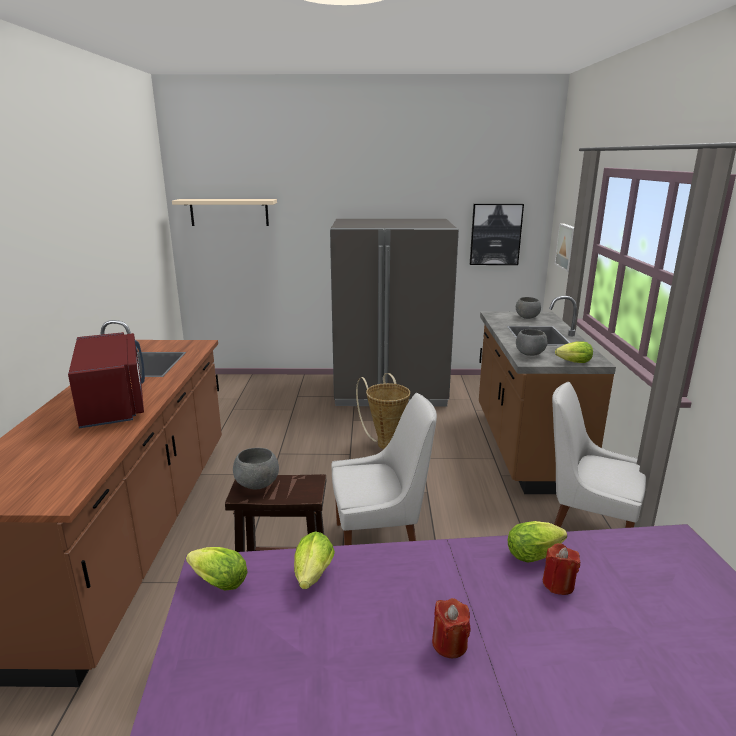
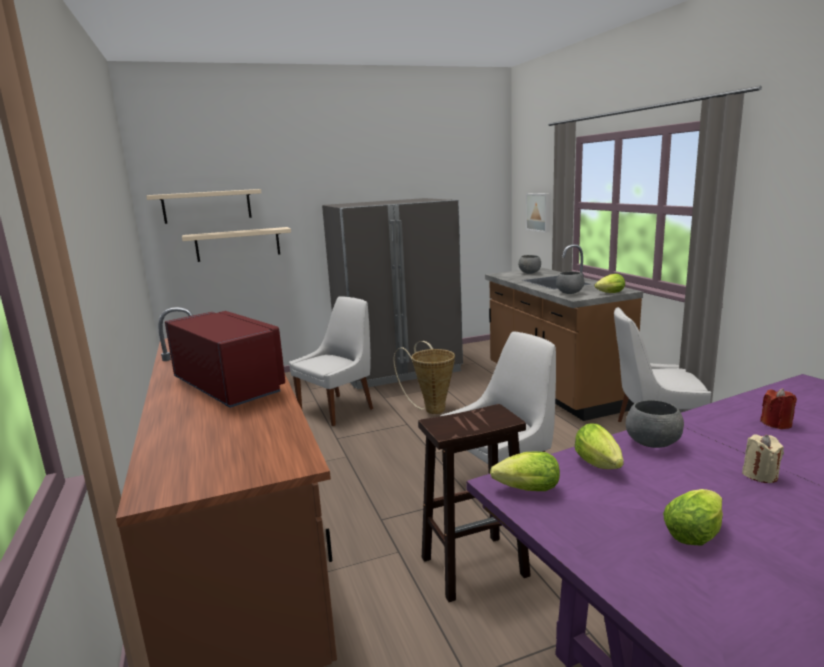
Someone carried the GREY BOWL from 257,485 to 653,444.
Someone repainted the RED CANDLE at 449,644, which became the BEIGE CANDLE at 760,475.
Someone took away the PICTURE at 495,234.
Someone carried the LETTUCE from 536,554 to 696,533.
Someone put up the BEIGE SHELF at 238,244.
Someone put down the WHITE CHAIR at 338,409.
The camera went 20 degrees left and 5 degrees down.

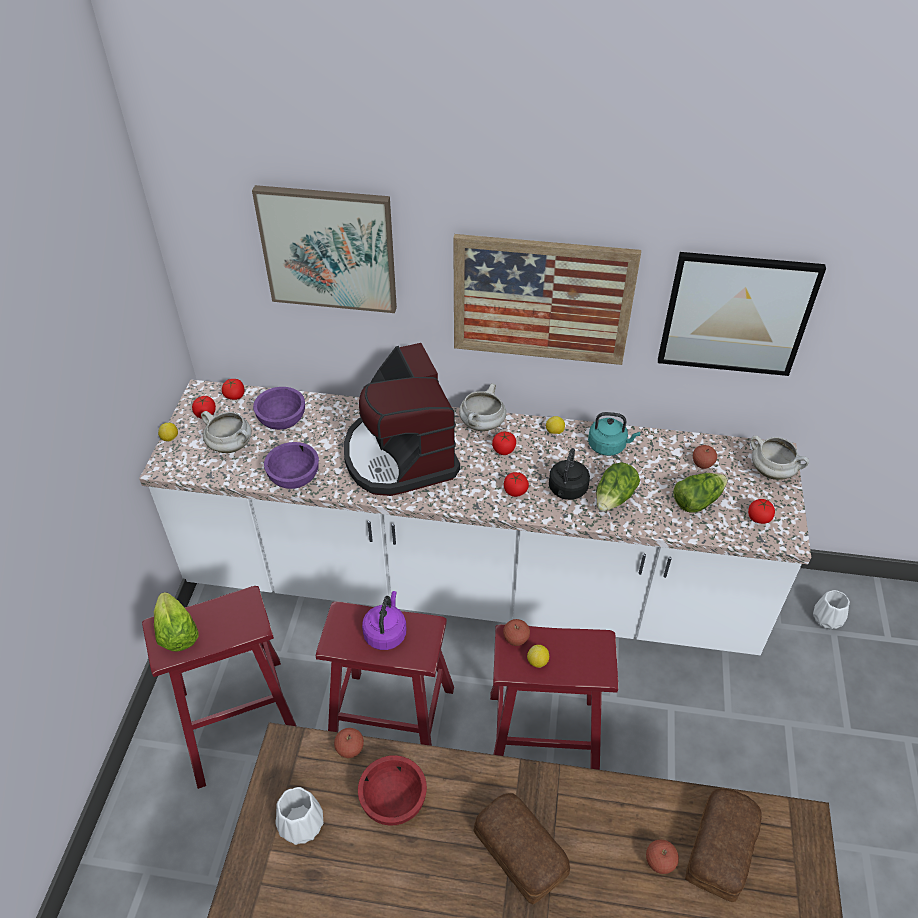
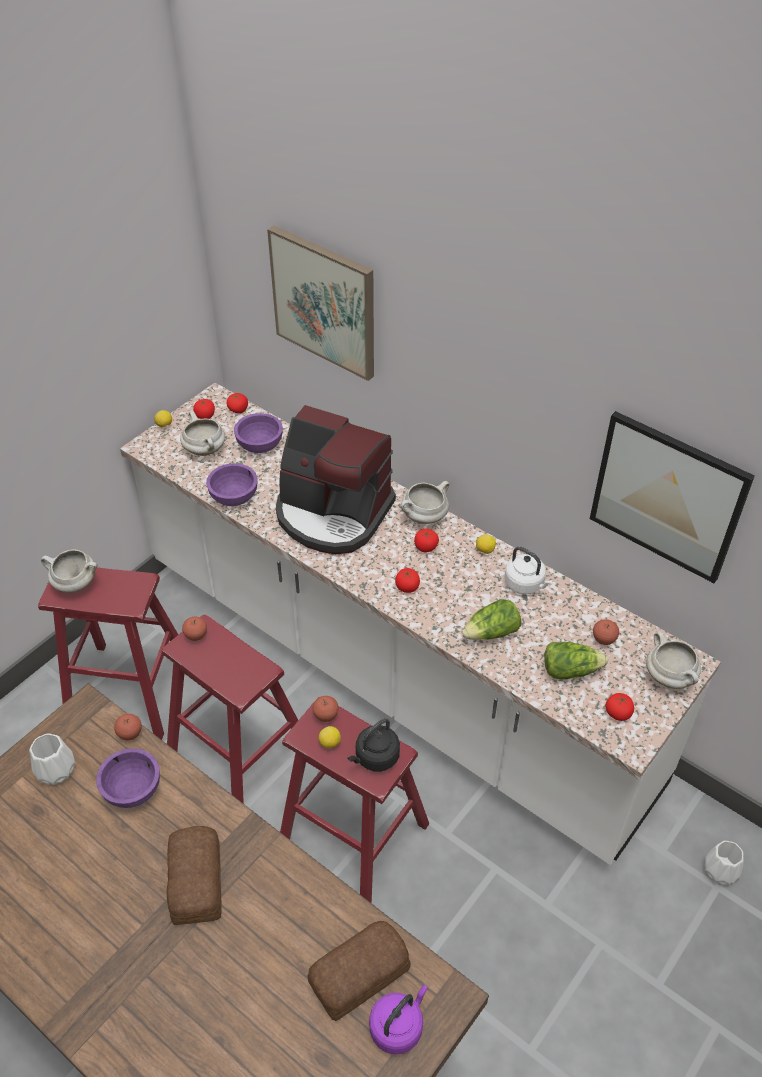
Someone swapped the LETTUCE at 177,633 for the WHITE COOKING POT at 74,584.
Someone rotated the COFFEE MACHINE at 400,455 by 75 degrees counterclockwise.
Someone repainted the RED BOWL at 394,800, which became the PURPLE BOWL at 133,789.
Someone carried the PURPLE KETTLE from 386,632 to 398,1026.
Someone took away the PICTURE at 542,300.
Someone carried the BLACK KETTLE from 567,490 to 375,758.
Someone repainted the TURQUOISE KETTLE at 609,446, which became the WHITE KETTLE at 526,584.
Someone carried the APPLE from 659,862 to 196,636.
The camera went 30 degrees right and 0 degrees up.

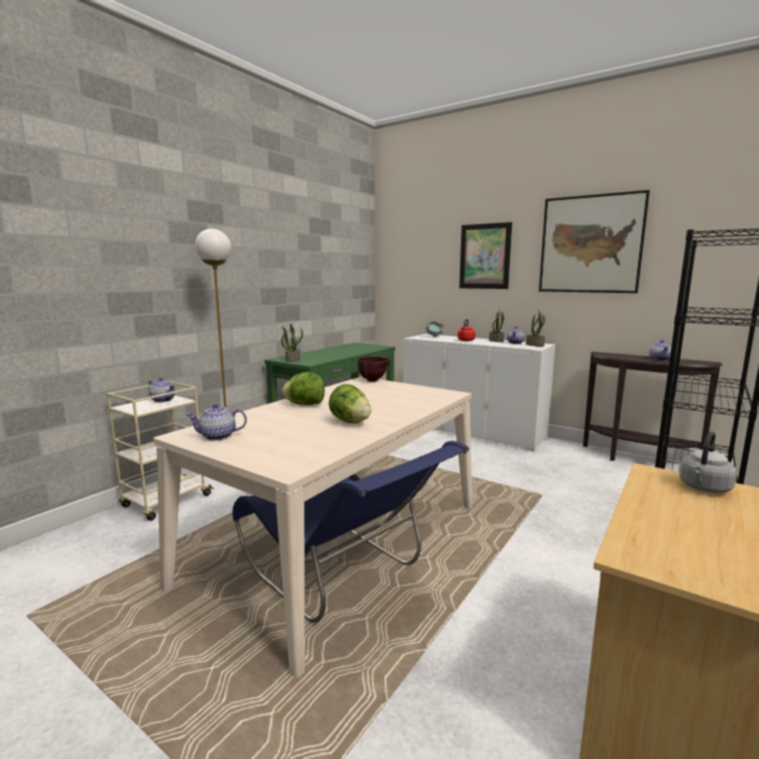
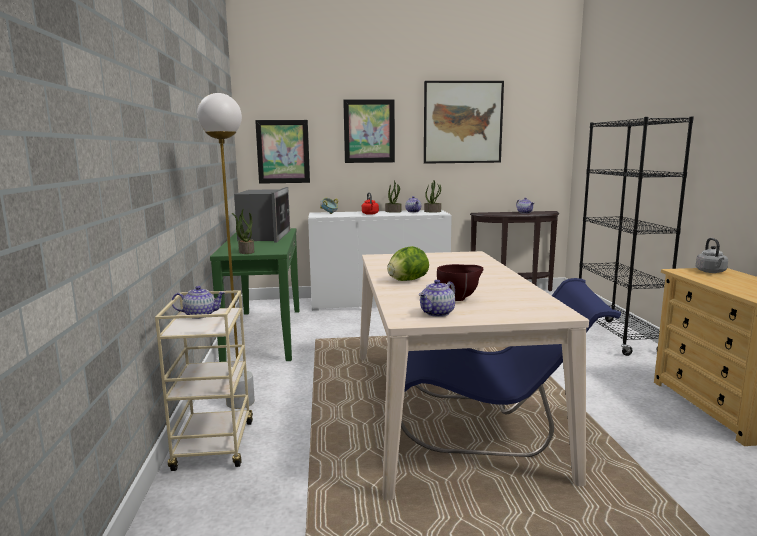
Someone took away the LETTUCE at 350,422.
Someone carried the BROWN BOWL from 373,380 to 459,299.
Someone put down the MICROWAVE at 265,236.
Someone put up the PICTURE at 283,151.
The camera went 40 degrees left and 0 degrees up.

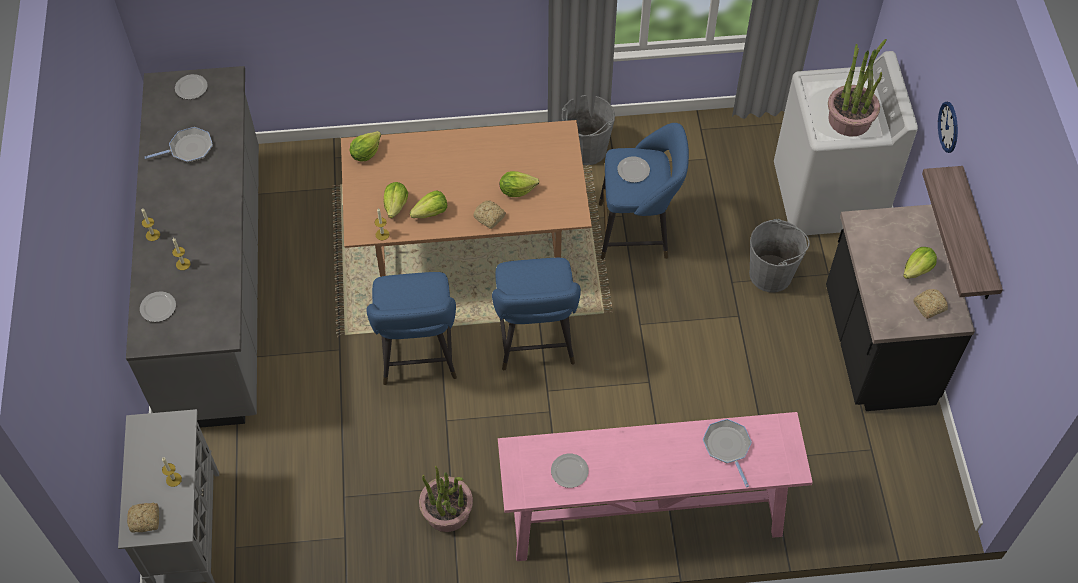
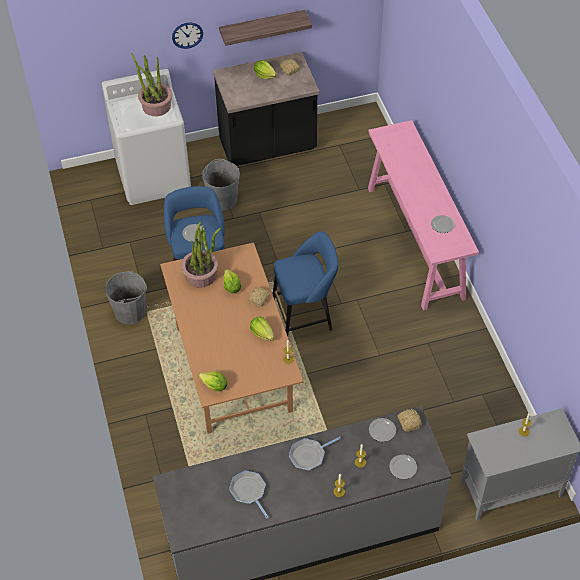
Someone carried the BREAD from 146,520 to 409,422.
Someone carried the PLATE from 191,88 to 382,430.
Someone took away the BLUE STOOL at 418,357.
Someone took away the LETTUCE at 396,206.
Someone carried the POTTED PLANT from 447,512 to 201,275.
Someone carried the FRYING PAN from 727,447 to 309,455.
The camera went 100 degrees left and 5 degrees down.

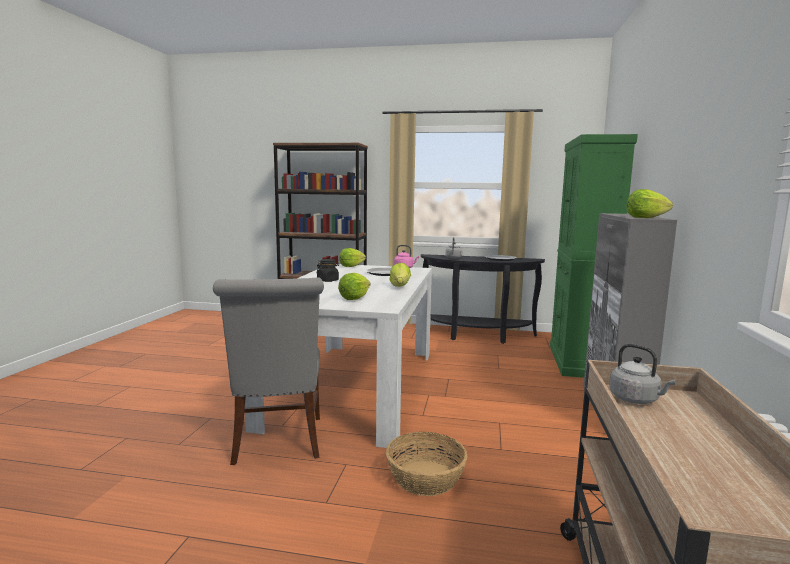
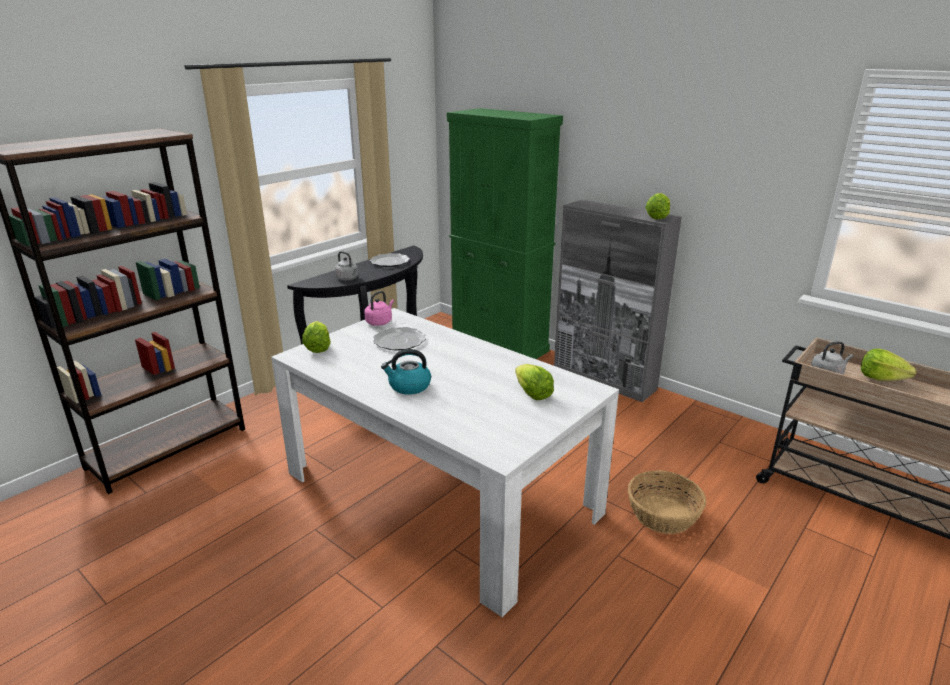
Someone took away the GREY CHAIR at 277,443.
Someone swapped the BLACK JAR at 328,280 for the KETTLE at 409,386.
Someone carried the LETTUCE from 400,286 to 881,378.
The camera went 60 degrees left and 15 degrees up.

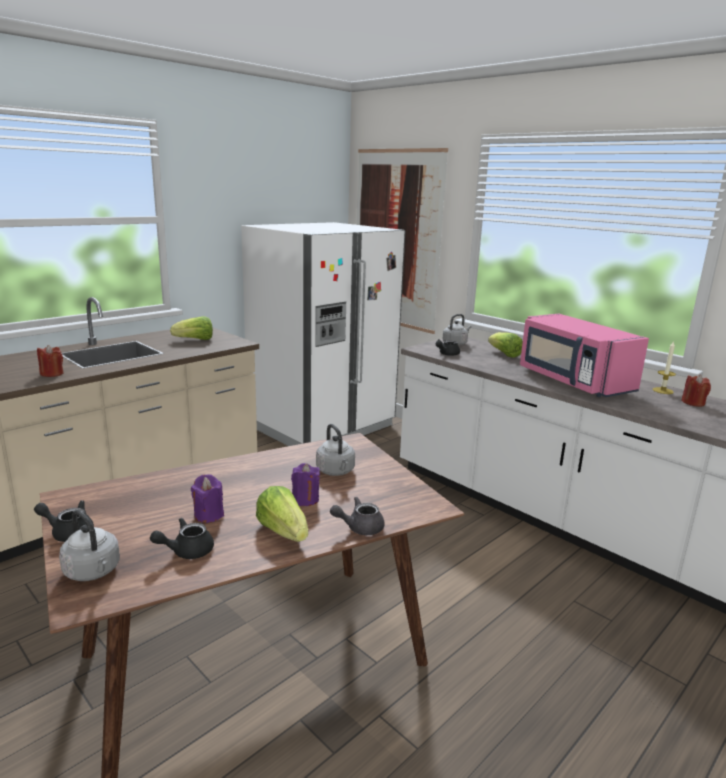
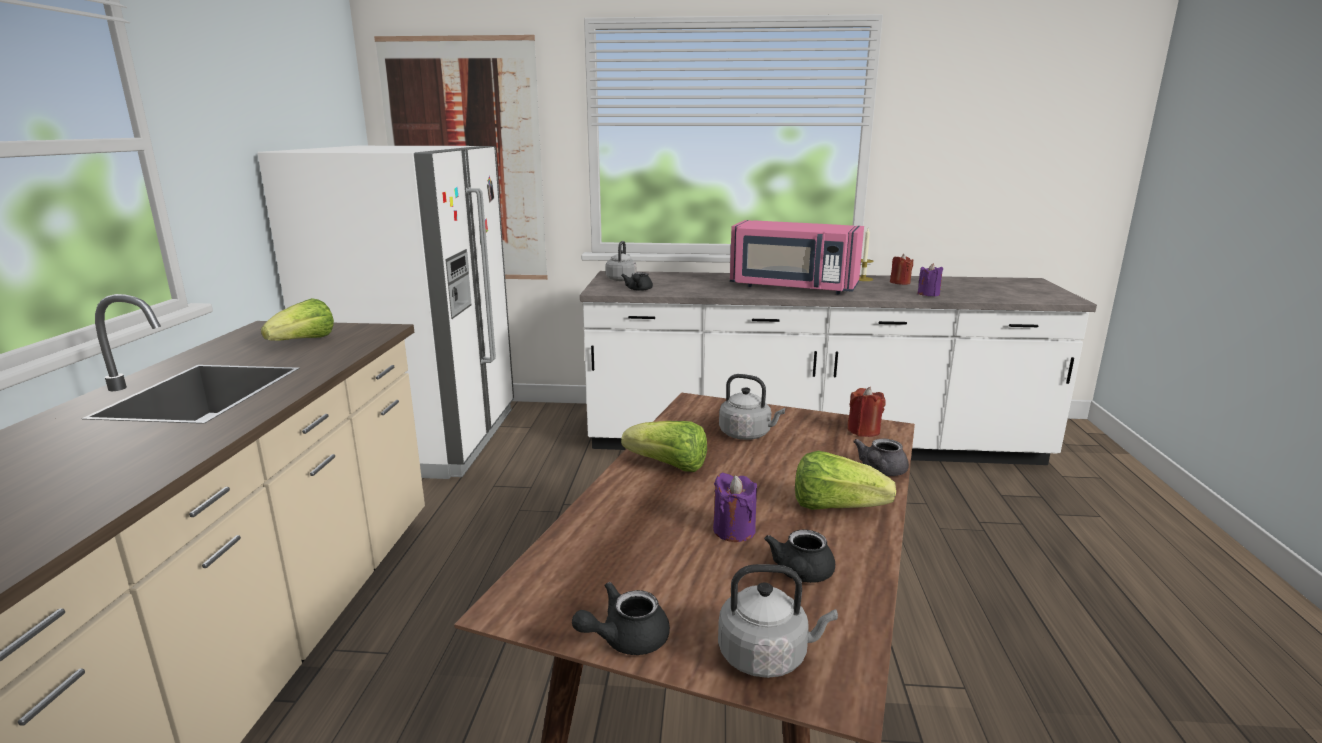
Someone carried the RED CANDLE from 52,374 to 863,431.
Someone carried the PURPLE CANDLE from 305,499 to 928,294.
Someone carried the LETTUCE from 504,354 to 668,466.
The camera went 40 degrees left and 0 degrees up.

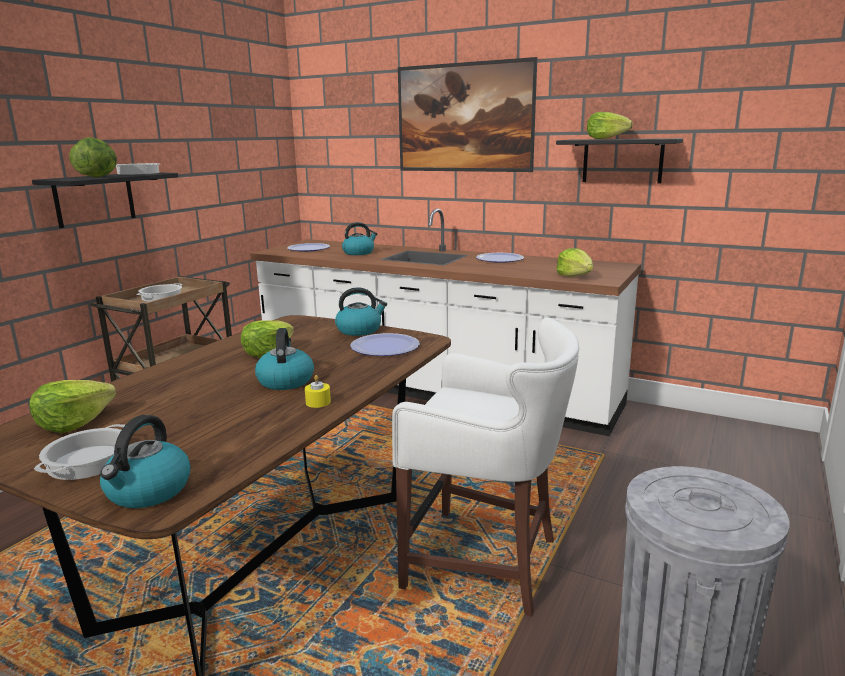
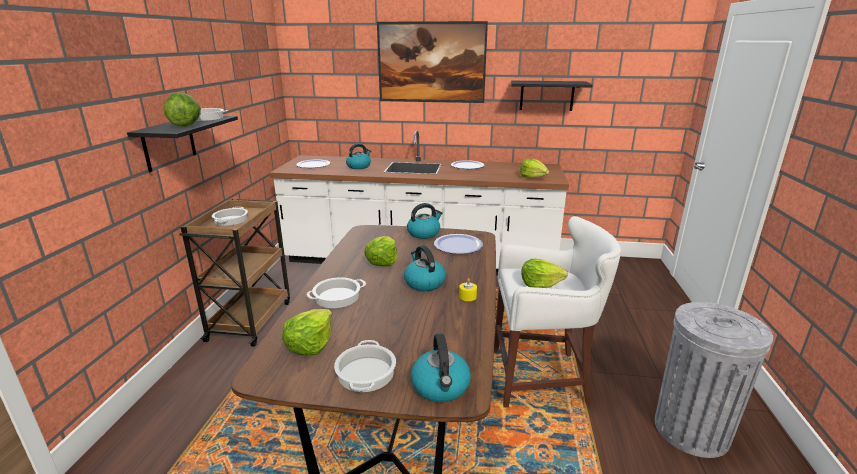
Someone carried the LETTUCE from 606,138 to 540,284.
Someone put down the COOKING POT at 337,297.
The camera went 20 degrees left and 5 degrees up.

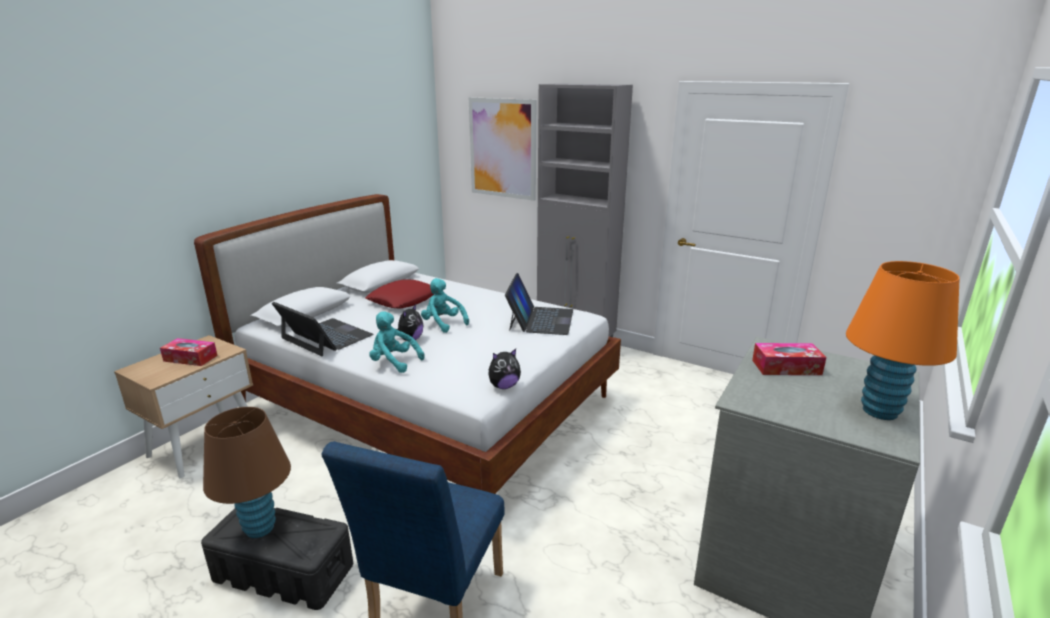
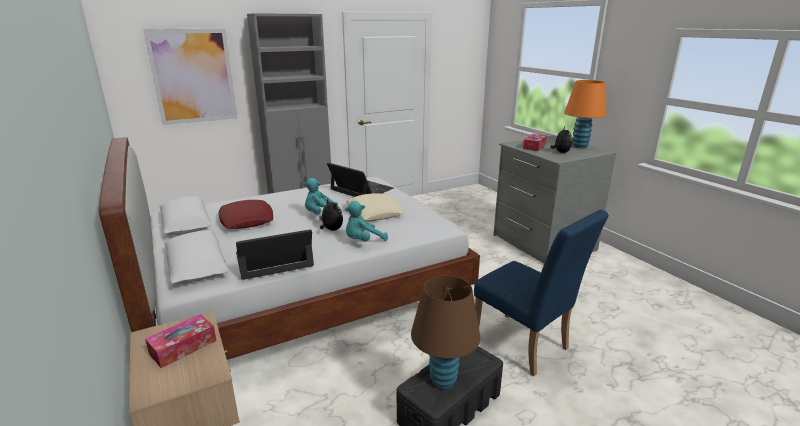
Someone carried the PLUSH TOY from 504,386 to 560,152.
Someone put down the BEIGE PILLOW at 374,212.
The camera went 60 degrees left and 0 degrees up.

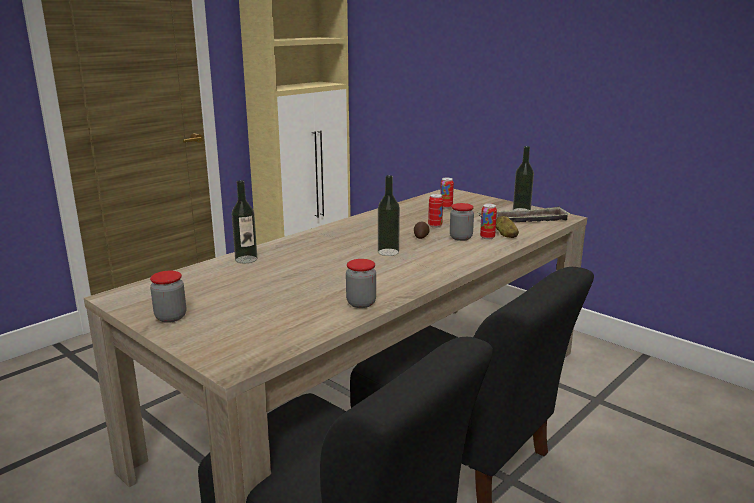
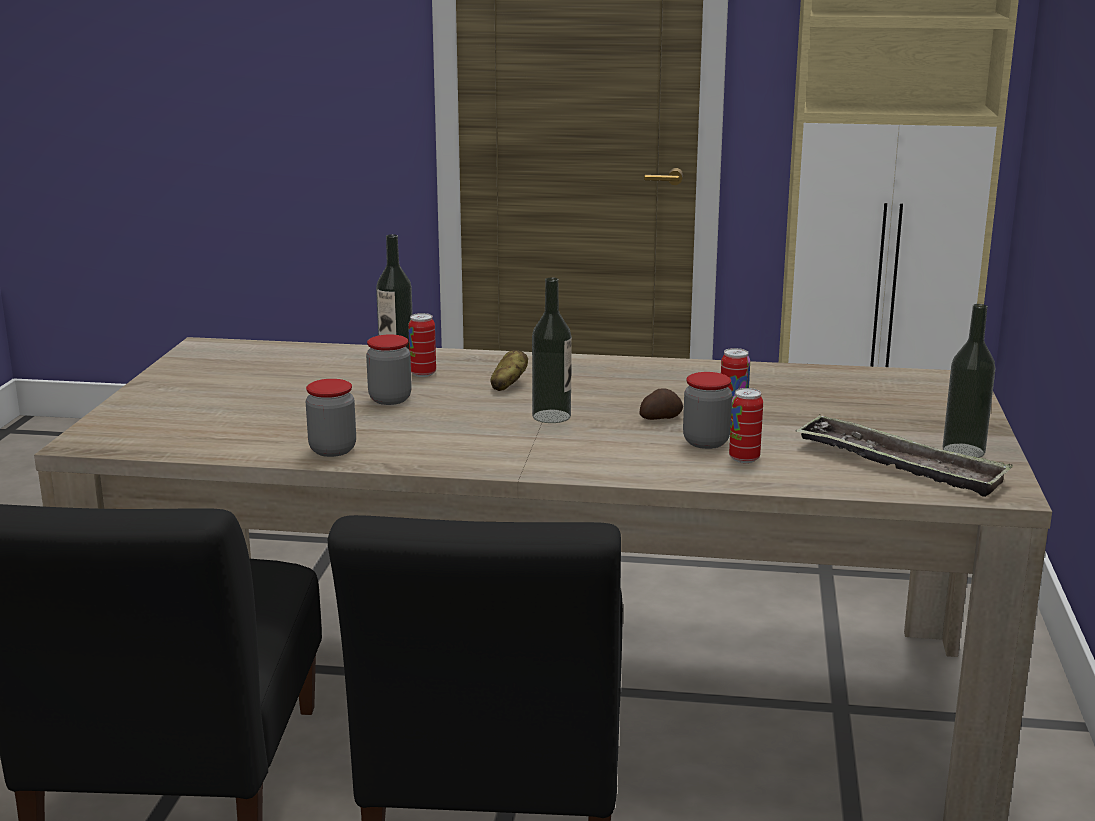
Someone carried the JAR from 171,317 to 390,399.
Someone carried the CAN from 446,207 to 423,373.
Someone carried the POTATO from 505,235 to 508,385.
The camera went 55 degrees right and 0 degrees up.

